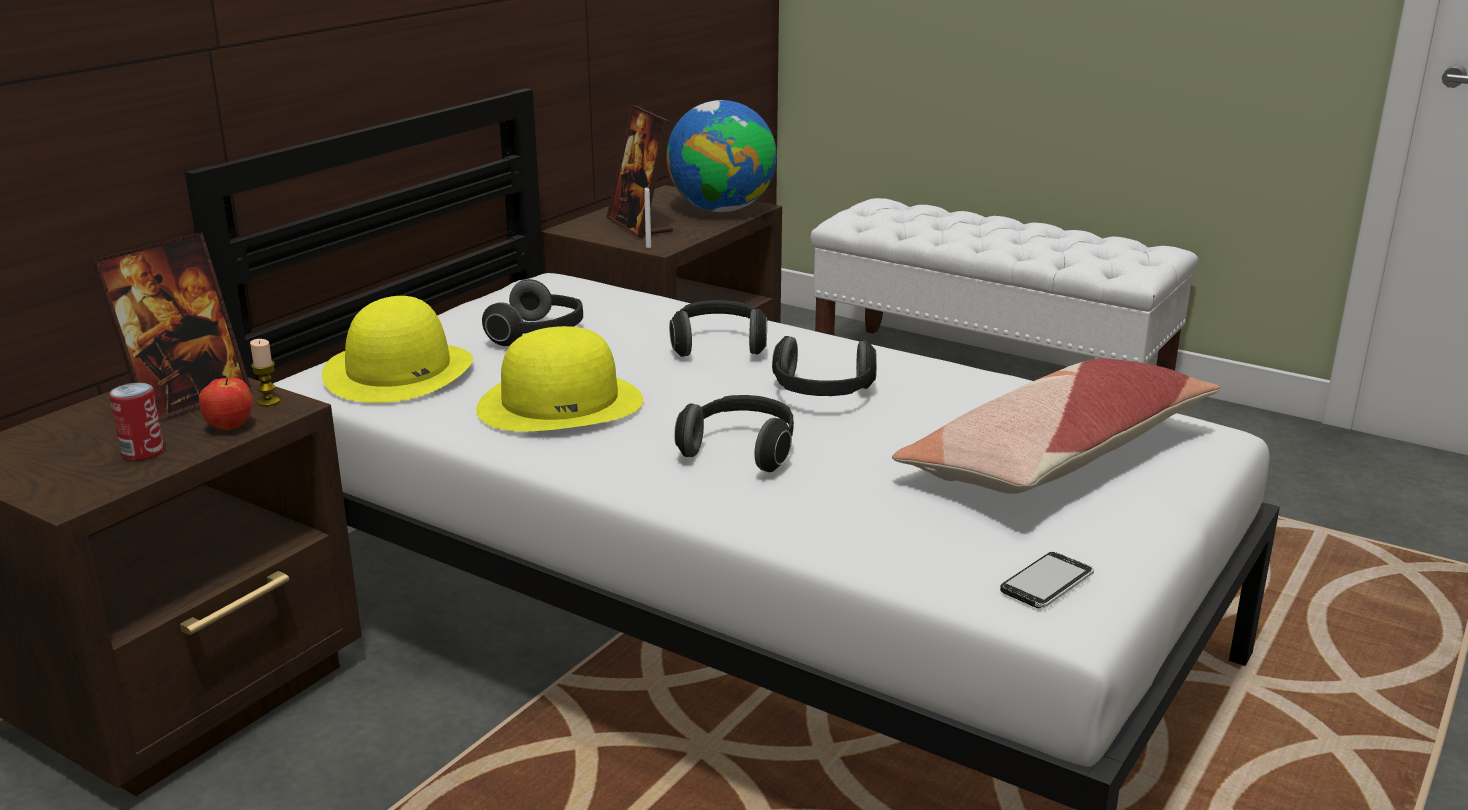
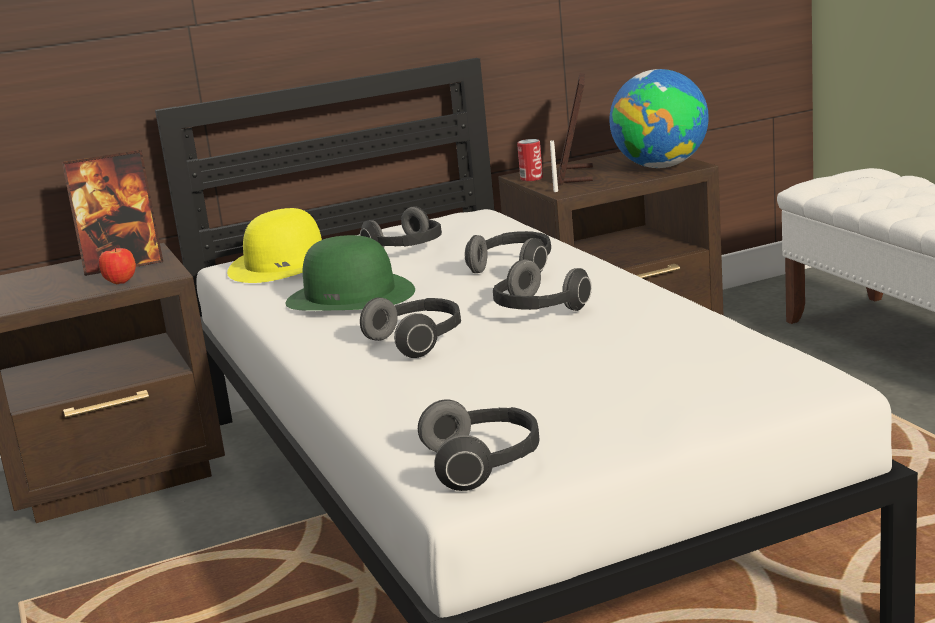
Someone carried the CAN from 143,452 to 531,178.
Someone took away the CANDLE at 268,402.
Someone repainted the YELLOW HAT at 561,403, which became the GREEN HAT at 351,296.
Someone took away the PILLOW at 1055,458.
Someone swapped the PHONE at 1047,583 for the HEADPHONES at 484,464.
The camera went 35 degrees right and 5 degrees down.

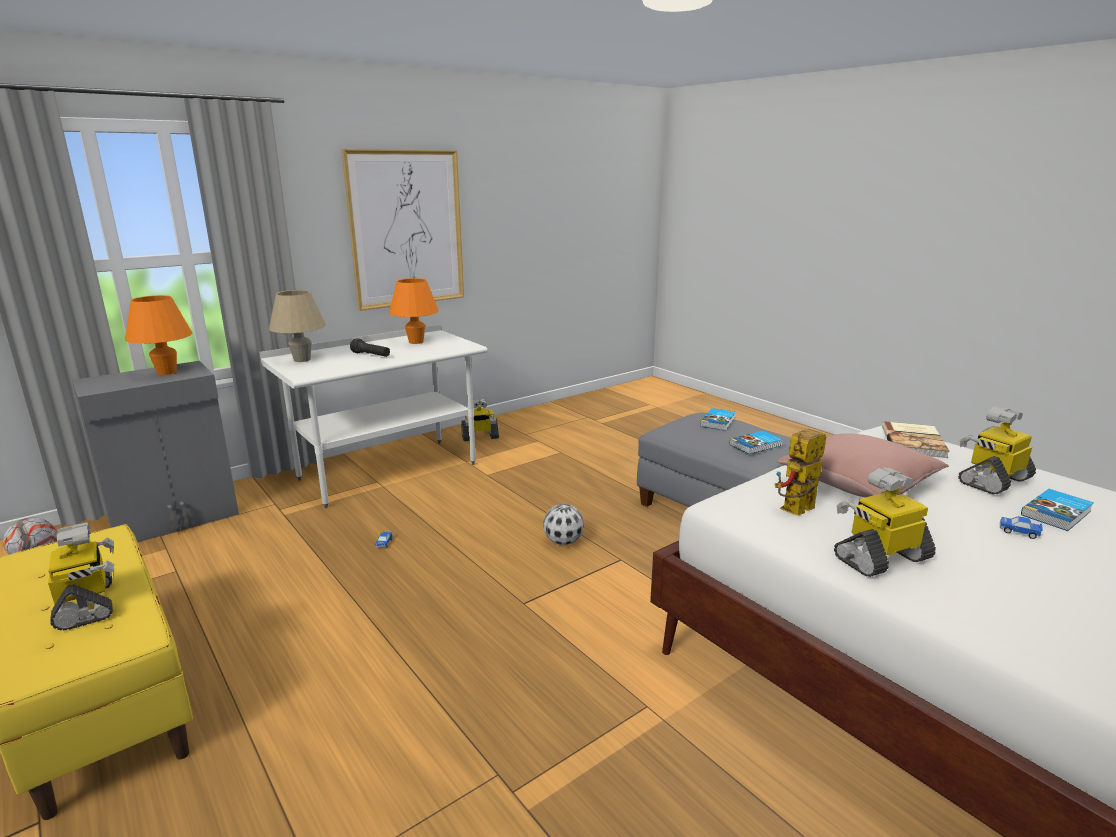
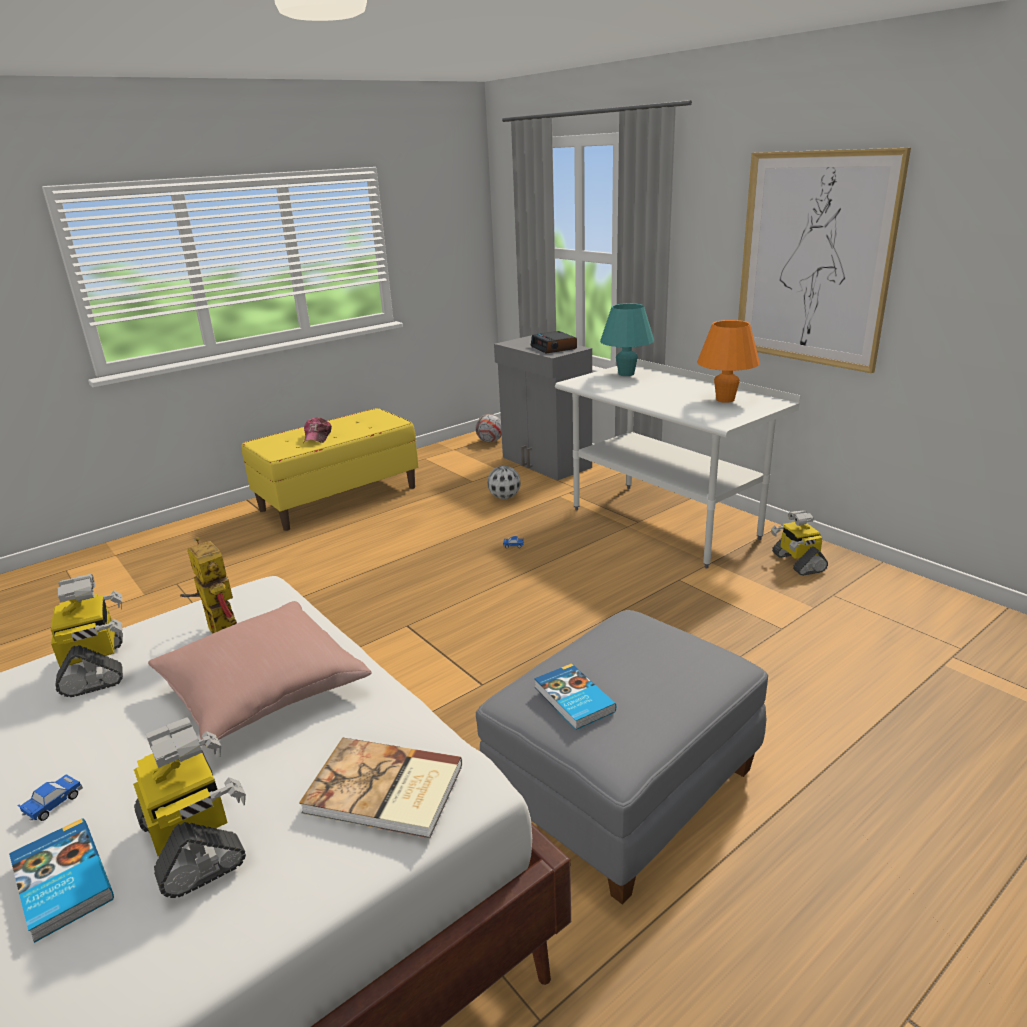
Someone swapped the TOY ROBOT at 88,605 for the CAP at 317,437.
Someone swapped the ORANGE TABLE LAMP at 167,372 for the ALARM CLOCK at 554,347.
Someone repainted the BEIGE TABLE LAMP at 302,360, which became the TURQUOISE TABLE LAMP at 626,374.
Someone took away the BLACK FLASHLIGHT at 371,355.
Someone carried the FOOTBALL from 563,542 to 505,497.
Someone took away the BOOK at 718,422.
The camera went 90 degrees right and 5 degrees up.

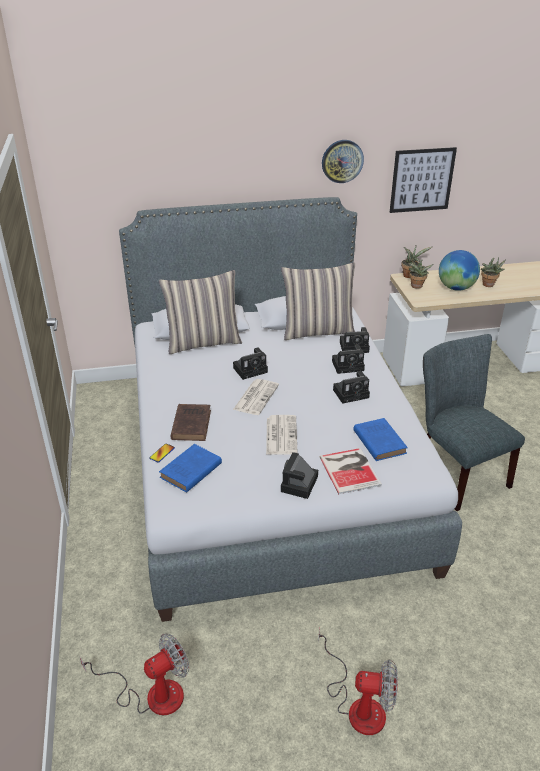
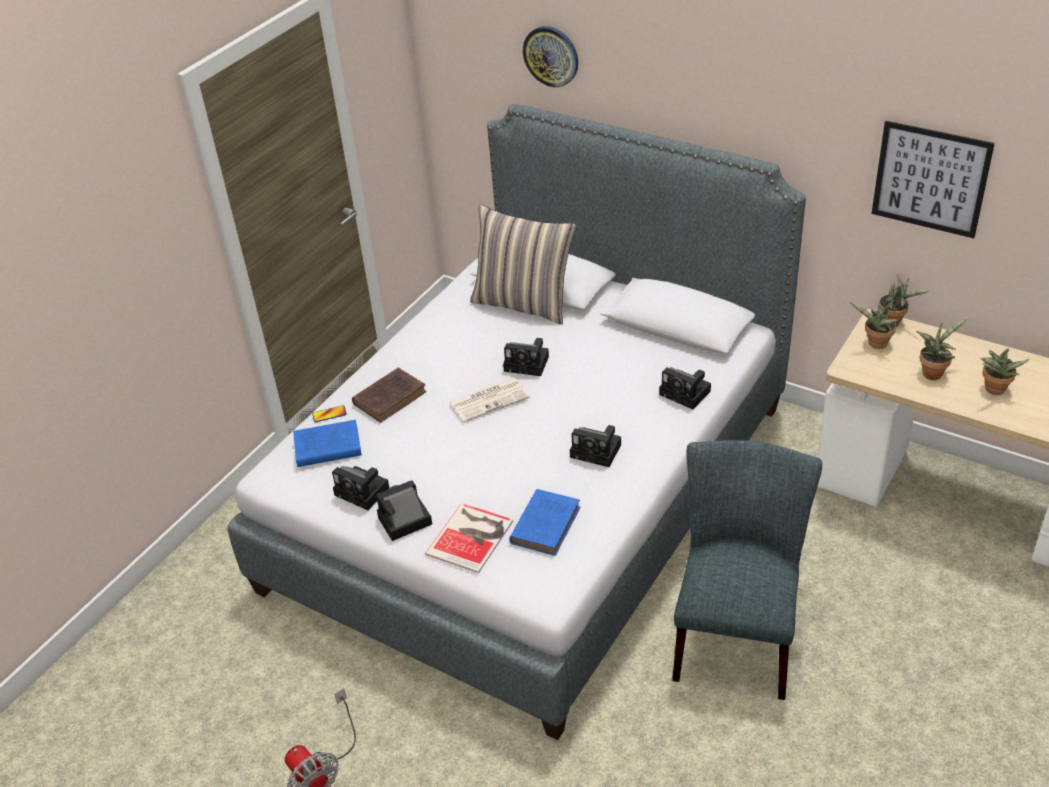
Someone took away the FAN at 152,694.
Someone took away the NEWSPAPER at 281,435.
Someone took away the PILLOW at 318,331.
Someone carried the WALL CLOCK from 342,161 to 551,56.
Someone carried the PHOTO CAMERA from 349,365 to 364,492.
Someone swapped the GLOBE at 456,288 for the POTTED PLANT at 933,372.
The camera went 45 degrees right and 5 degrees up.

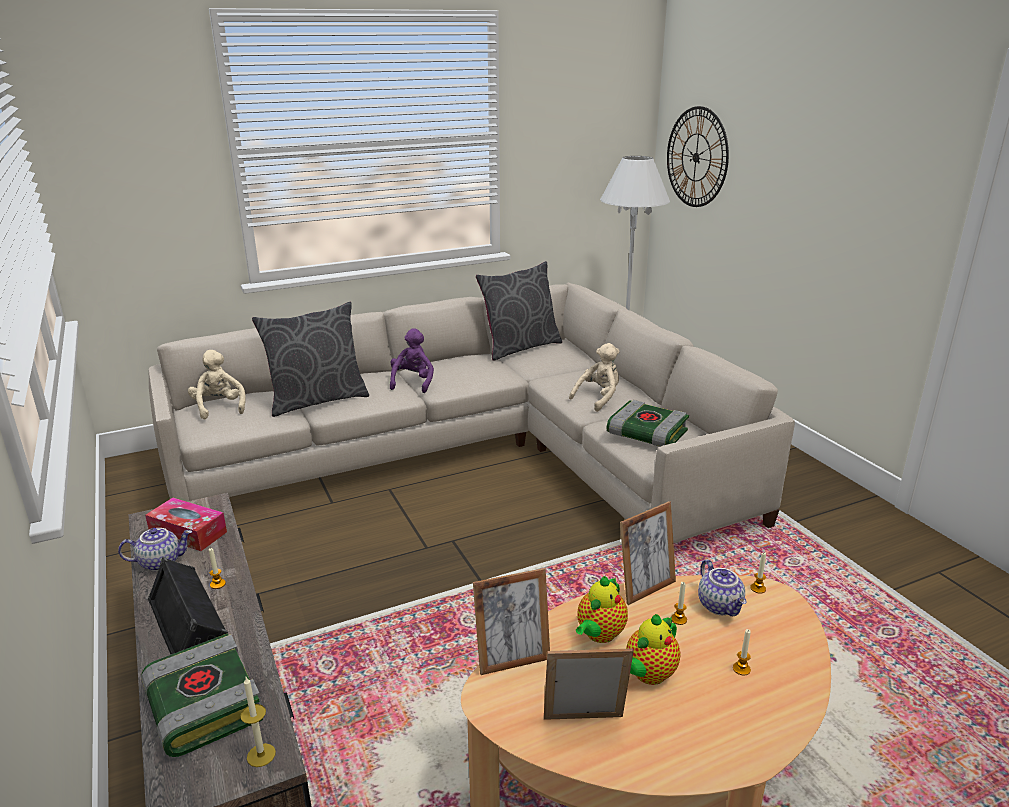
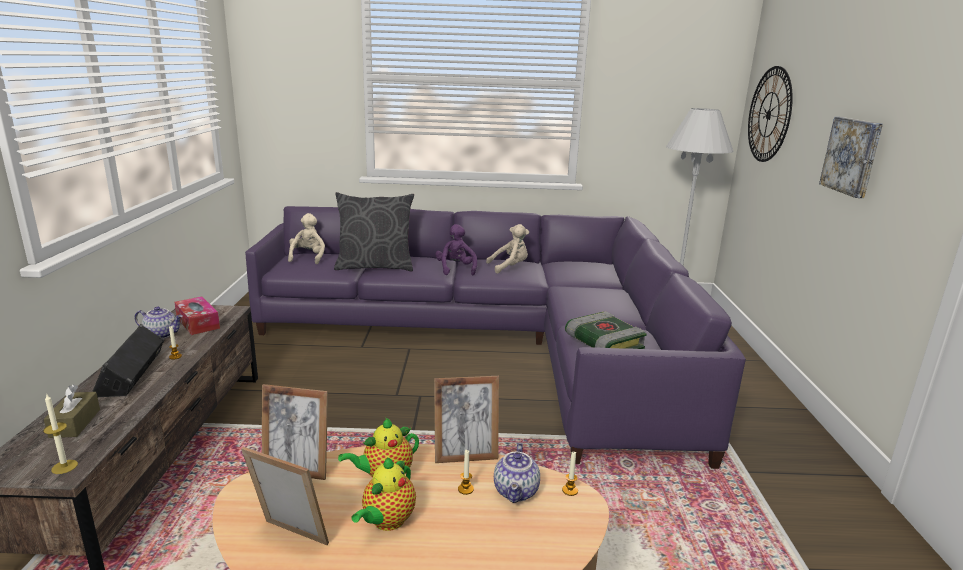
Someone swapped the BOOK at 202,704 for the BROWN TISSUE BOX at 75,423.
Someone repainted the BEIGE SOFA at 480,453, which became the PURPLE SOFA at 500,341.
Someone rotated the PURPLE PLUSH TOY at 413,382 by 45 degrees counterclockwise.
Someone took away the GREY PILLOW at 520,347.
Someone carried the BEIGE PLUSH TOY from 598,398 to 509,267.
Someone rotated the TEAPOT at 648,675 by 45 degrees counterclockwise.
Someone took away the CANDLE at 741,669.
Someone put up the PICTURE at 853,156.
The camera went 25 degrees right and 5 degrees down.

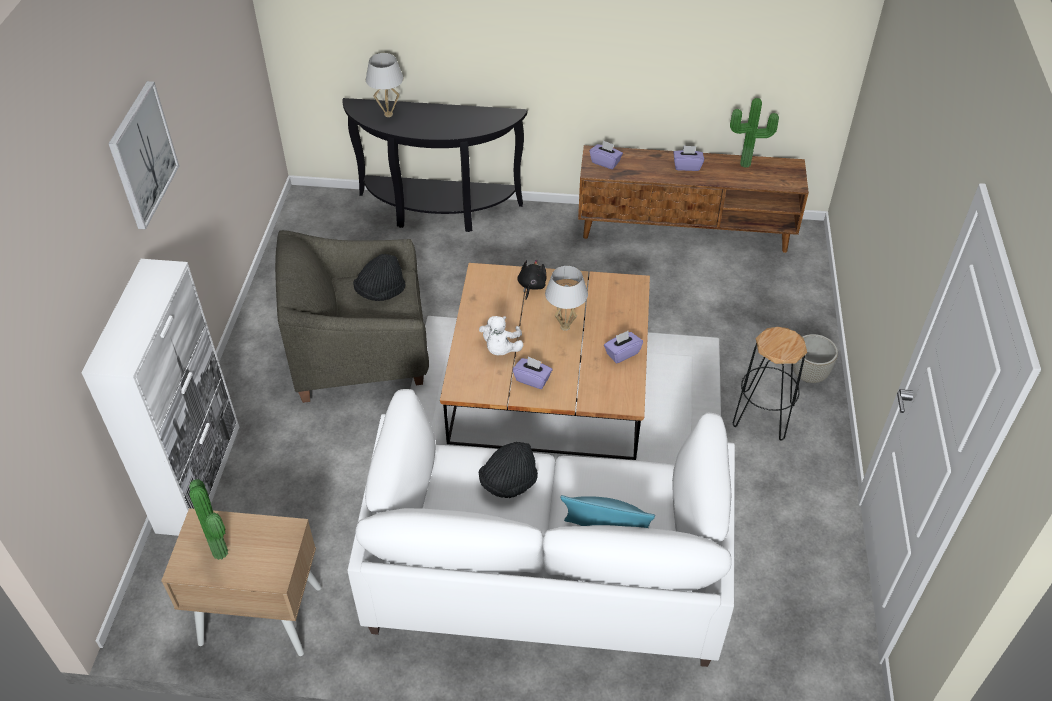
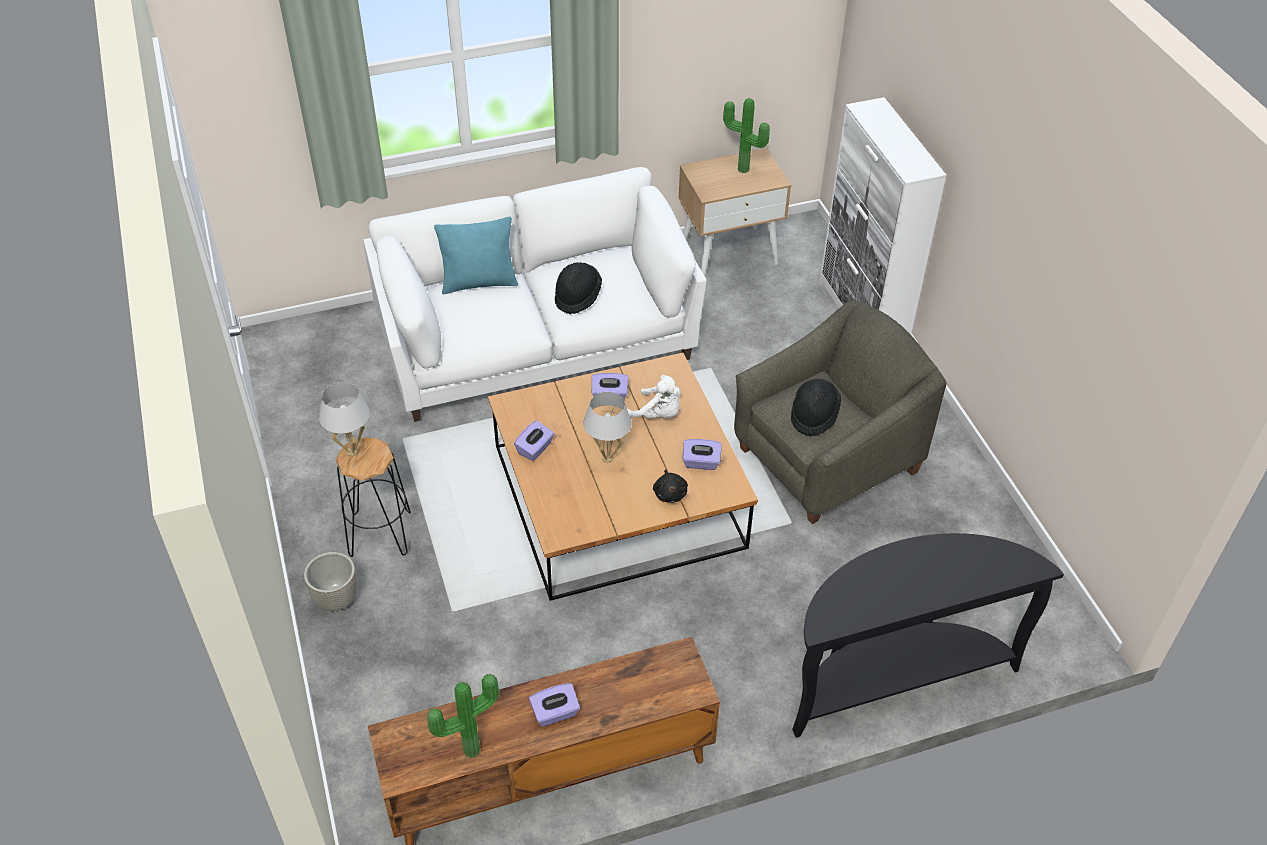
Someone took away the PICTURE at 142,155.
Someone carried the WHITE TABLE LAMP from 388,114 to 352,452.
Someone rotated the WHITE PLUSH TOY at 501,349 by 135 degrees clockwise.
Someone carried the PURPLE TISSUE BOX from 605,162 to 701,463.
The camera went 155 degrees right and 0 degrees up.

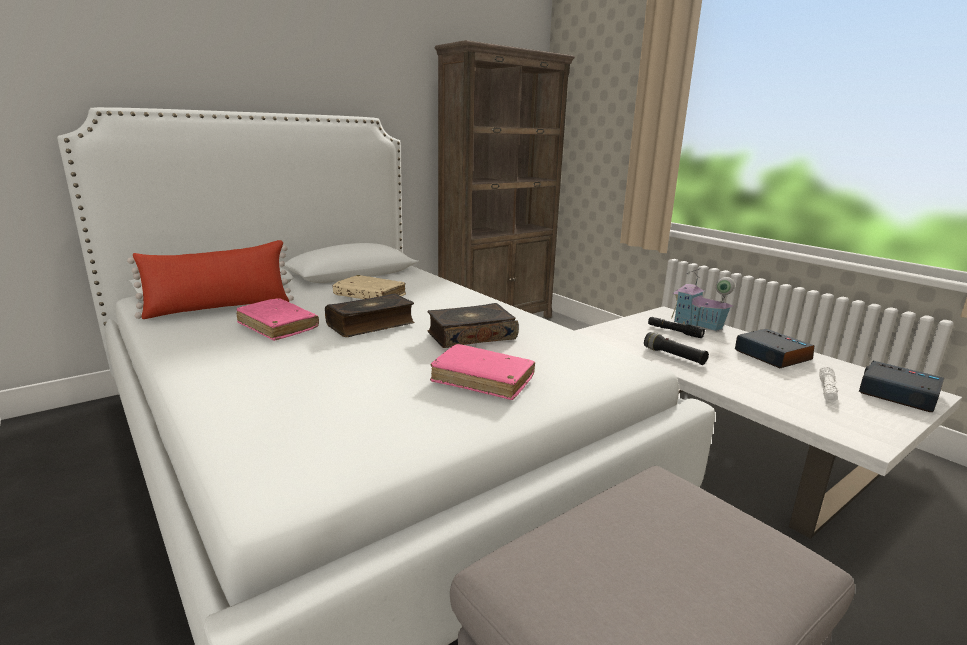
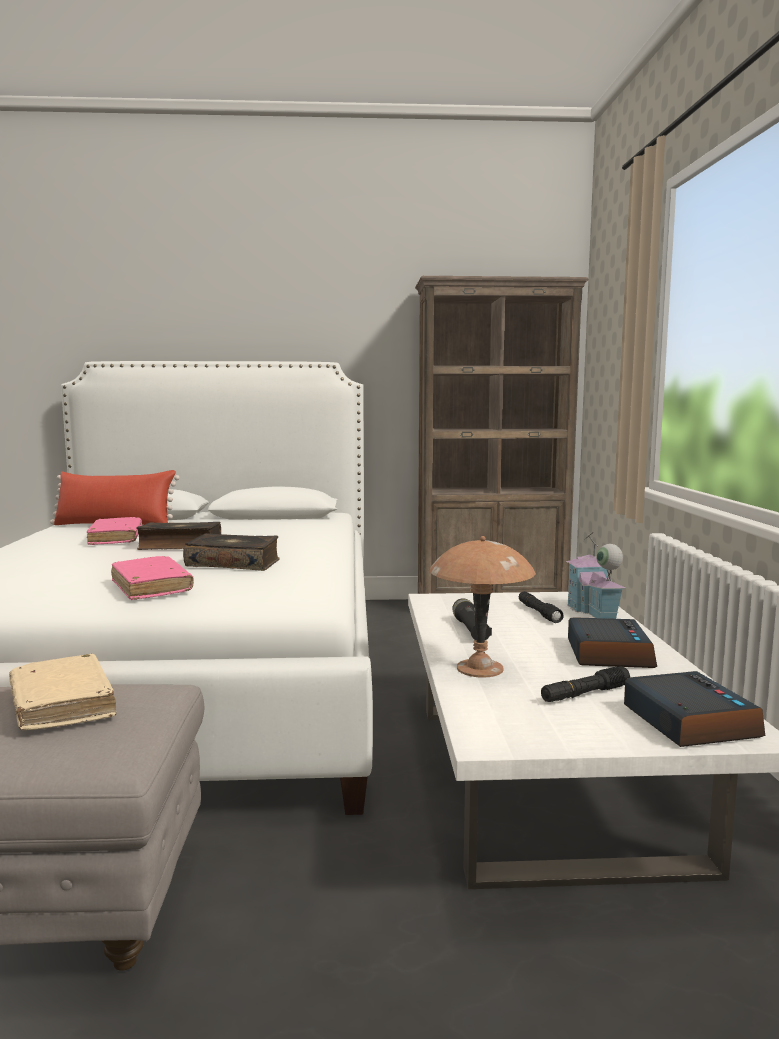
Someone carried the BEIGE BOOK from 370,296 to 61,705.
Someone repainted the WHITE FLASHLIGHT at 827,390, which became the BLACK FLASHLIGHT at 585,694.
Someone put down the BROWN TABLE LAMP at 481,668.
The camera went 35 degrees right and 10 degrees down.

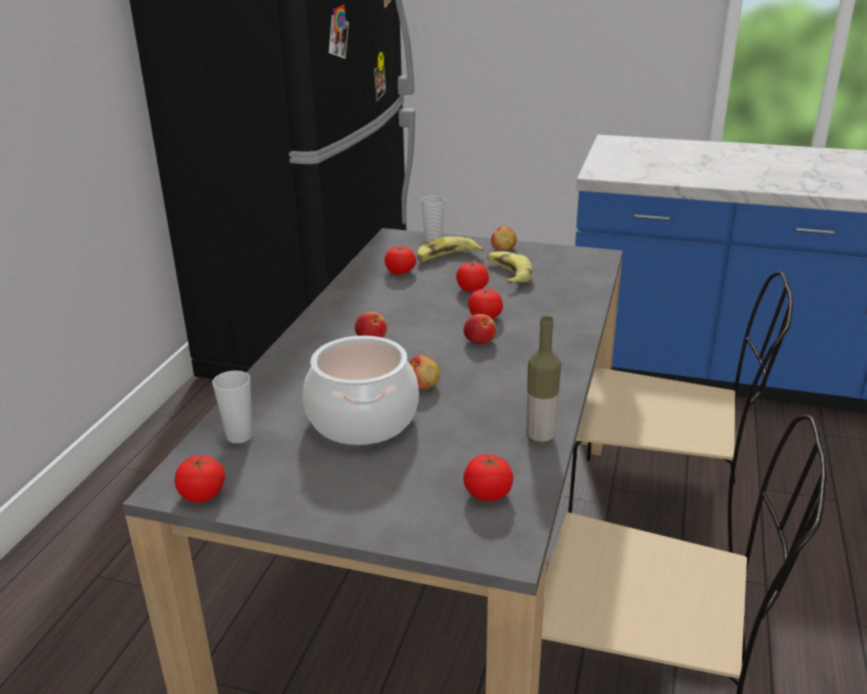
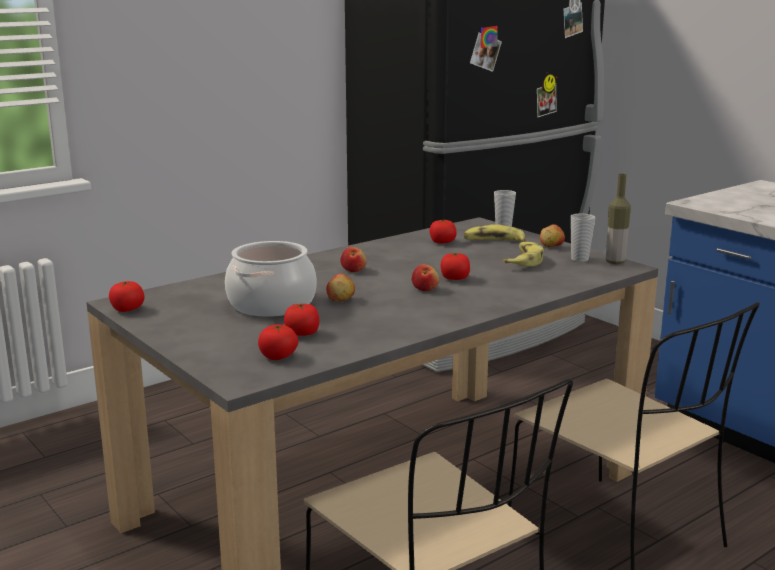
Someone carried the CUP from 239,436 to 579,259.
Someone carried the TOMATO from 472,289 to 302,334.
Someone carried the BOTTLE from 540,438 to 615,262.
The camera went 35 degrees right and 10 degrees down.

